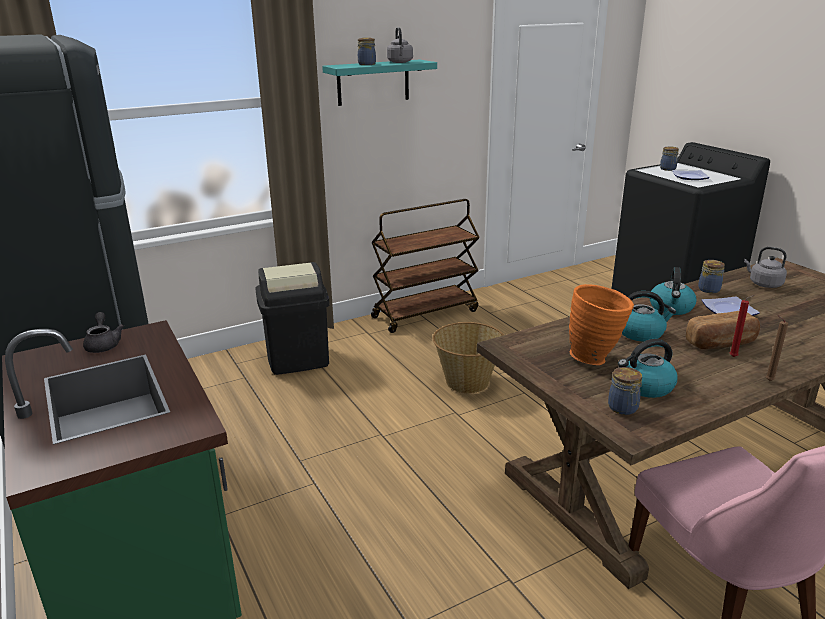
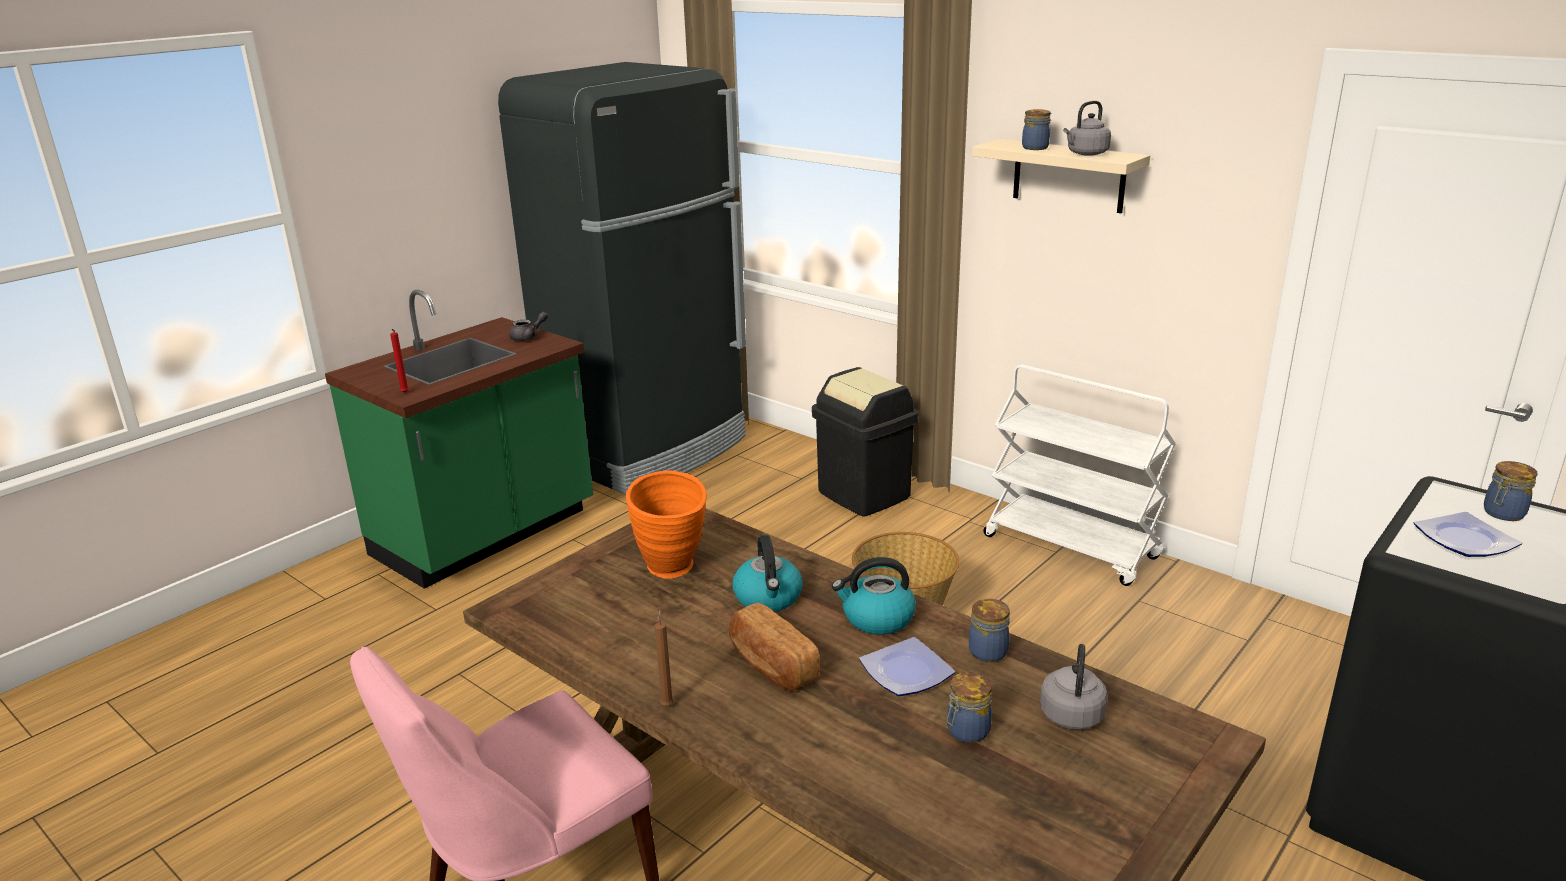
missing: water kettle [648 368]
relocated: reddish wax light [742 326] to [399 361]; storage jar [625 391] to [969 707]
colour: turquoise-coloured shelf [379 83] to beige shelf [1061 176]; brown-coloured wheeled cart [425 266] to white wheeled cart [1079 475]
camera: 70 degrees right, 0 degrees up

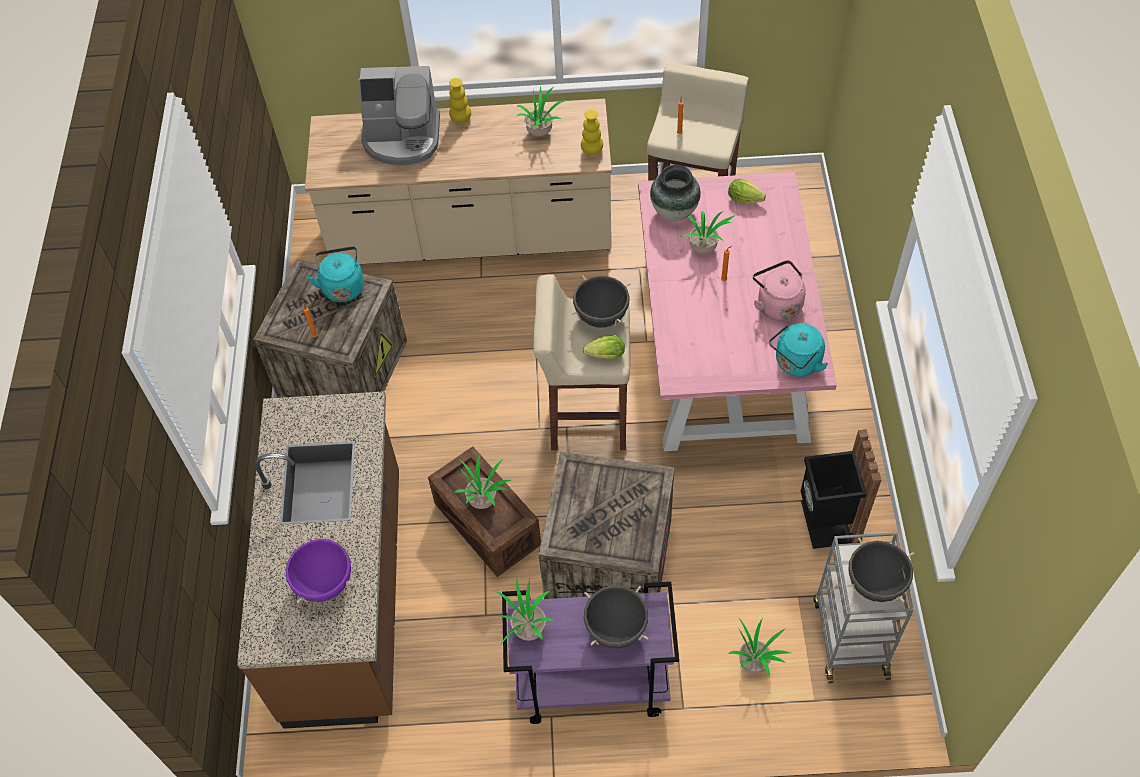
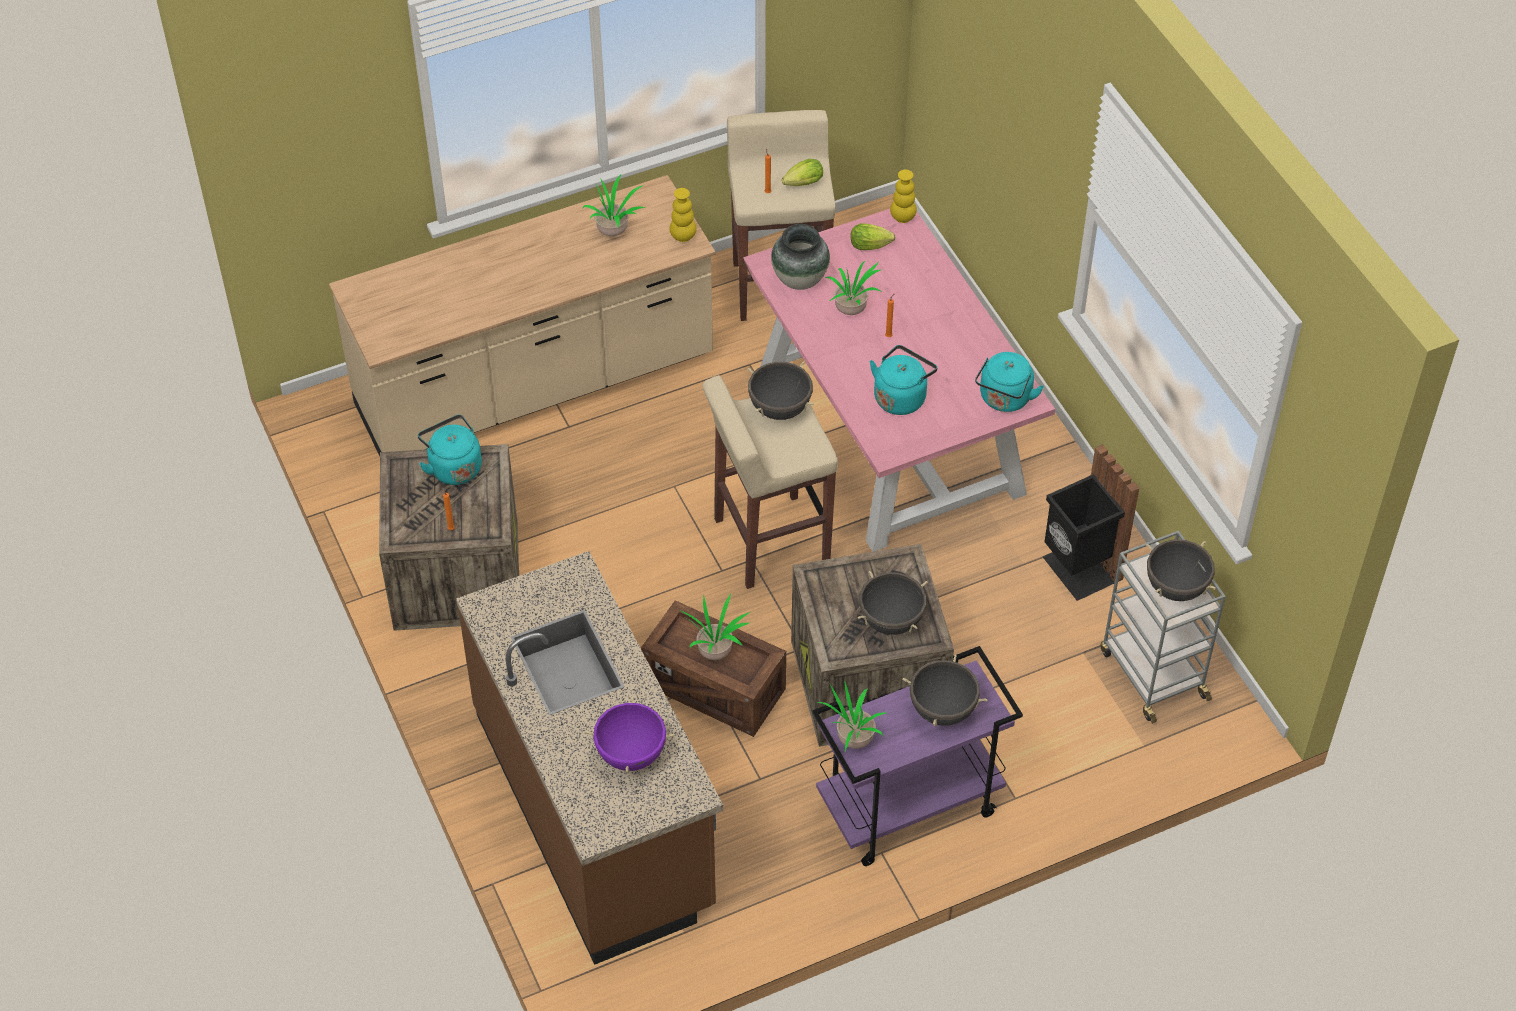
missing: coffee machine [399 116]; pink-coloured water kettle [779 290]; houseplant [760 647]
appeared: turquoise-coloured water kettle [903 380]; black cooking pot [893 603]
relocated: yellowish flower vase [460 101] to [903 196]; lettuce [604 347] to [802 172]
camera: 25 degrees left, 5 degrees down

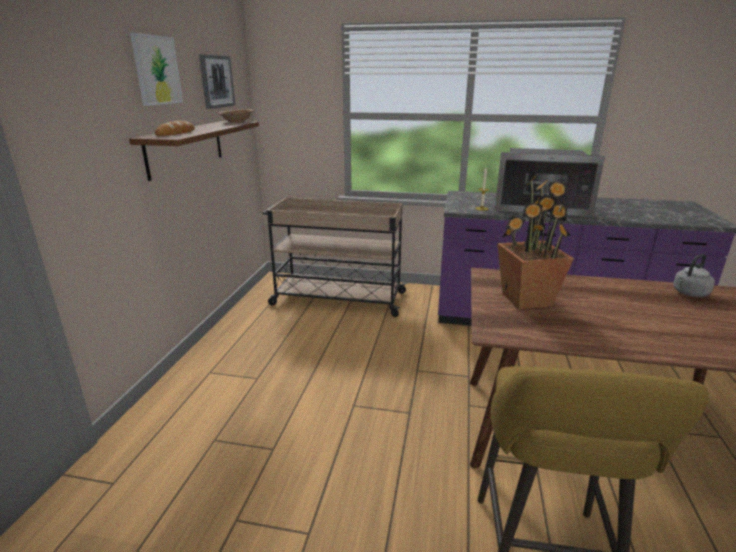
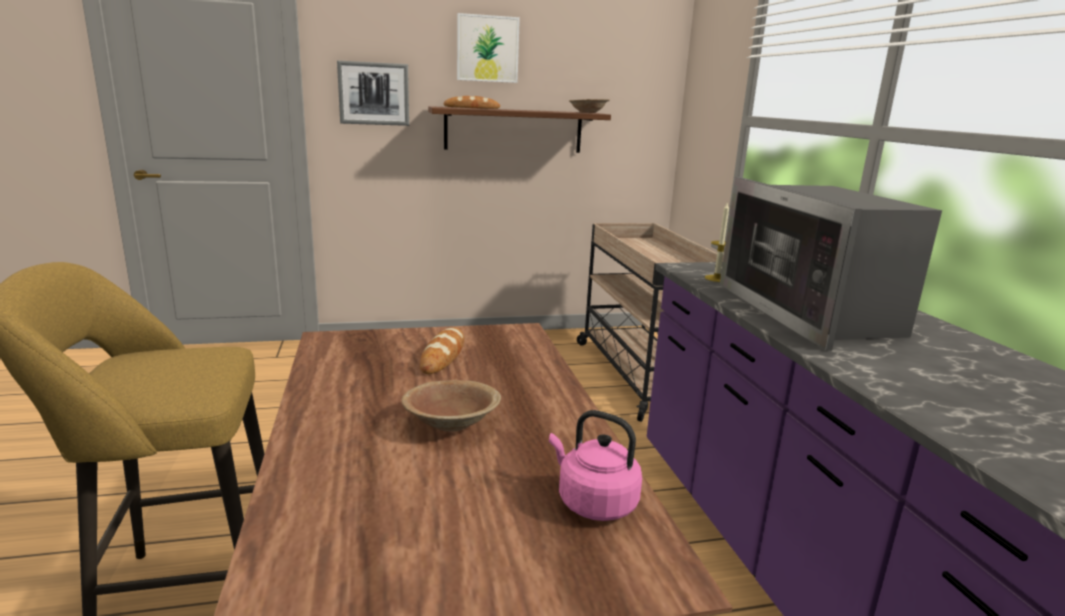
appeared: brown-coloured bowl [451 406]
relocated: wall picture [217 81] to [373 93]
exchanged: houseplant [535 242] to baked bread [442 350]
colour: gray water kettle [694 275] to pink-coloured water kettle [595 465]
camera: 65 degrees right, 5 degrees down

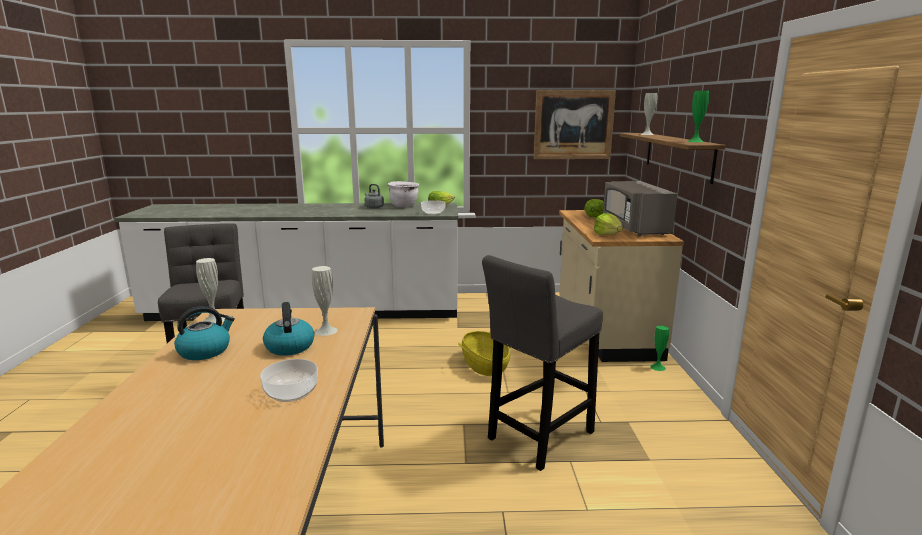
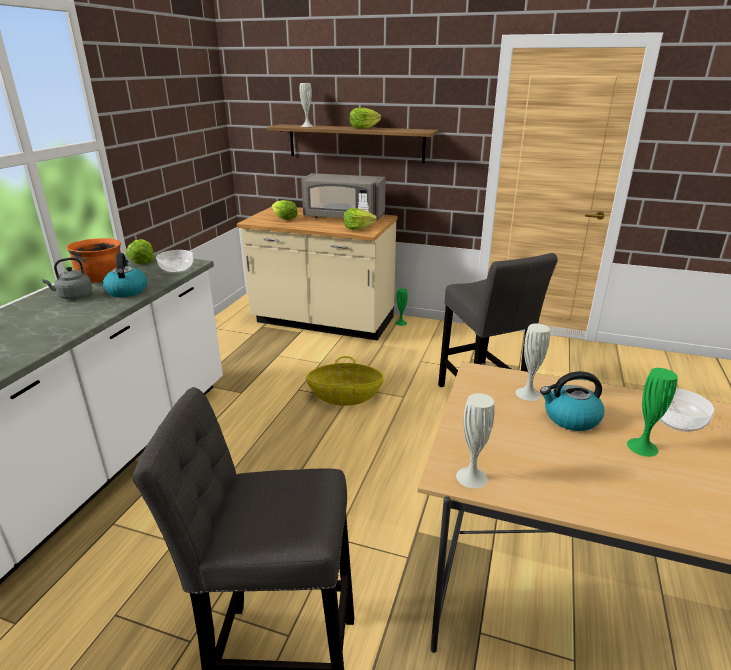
missing: wall picture [575 124]
appeared: lettuce [365 118]
relocated: green flower vase [698 116] to [652 412]; water kettle [204 333] to [125 275]
colour: white cooking pot [403 194] to orangey cooking pot [93 260]
camera: 70 degrees left, 10 degrees up

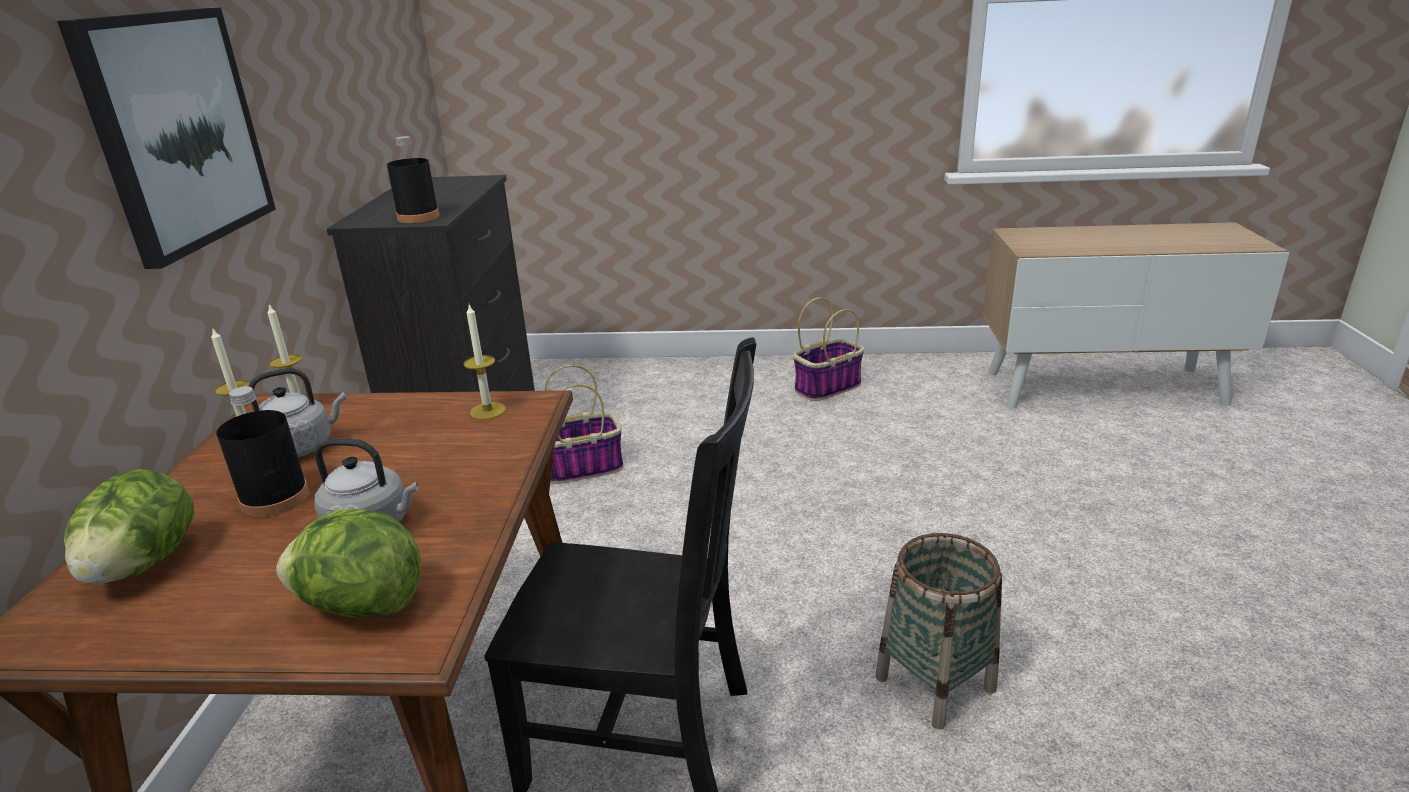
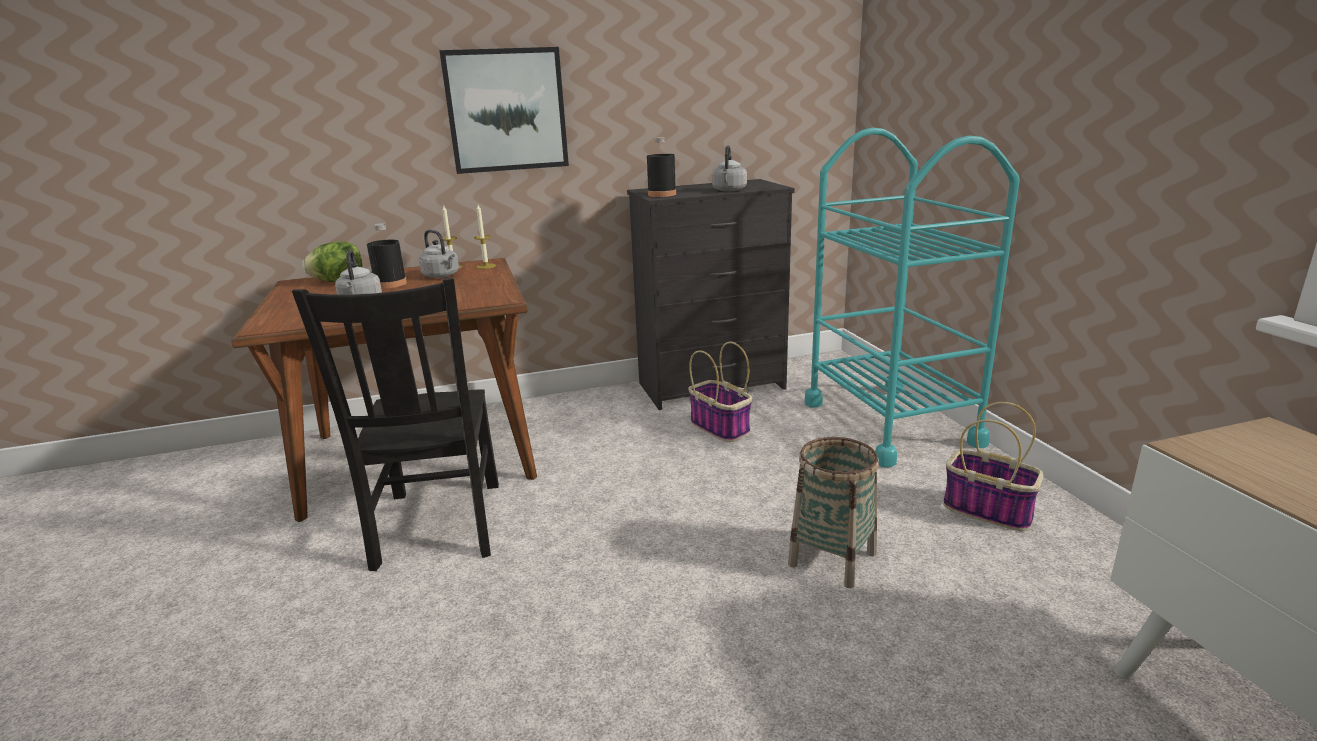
missing: wax light [485 362]; lettuce [348 563]
appeared: turquoise-coloured wheeled cart [912 297]; gray water kettle [729 168]
relocated: storage basket [938 631] to [833 512]
camera: 70 degrees right, 5 degrees down

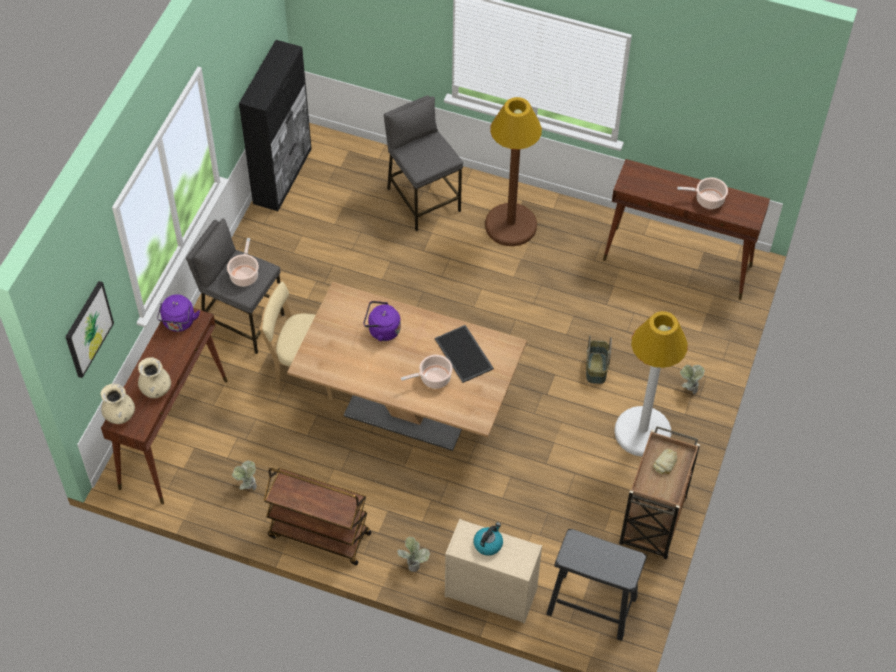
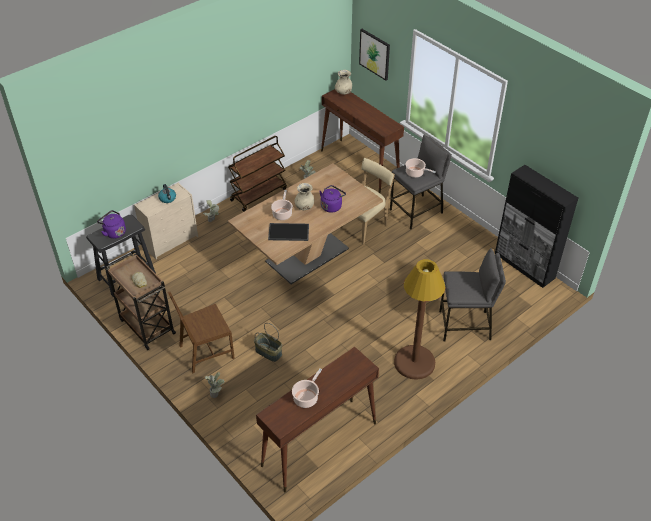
relocated: purple-coloured water kettle [178 313] to [111 224]; beige flower vase [154 377] to [304 196]
exchanged: white standing lamp [651 384] to brown-coloured chair [201 332]
camera: 120 degrees right, 10 degrees down

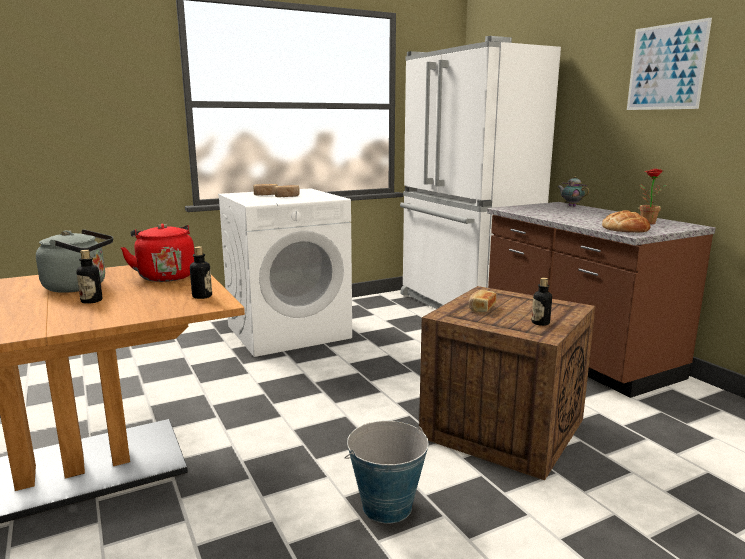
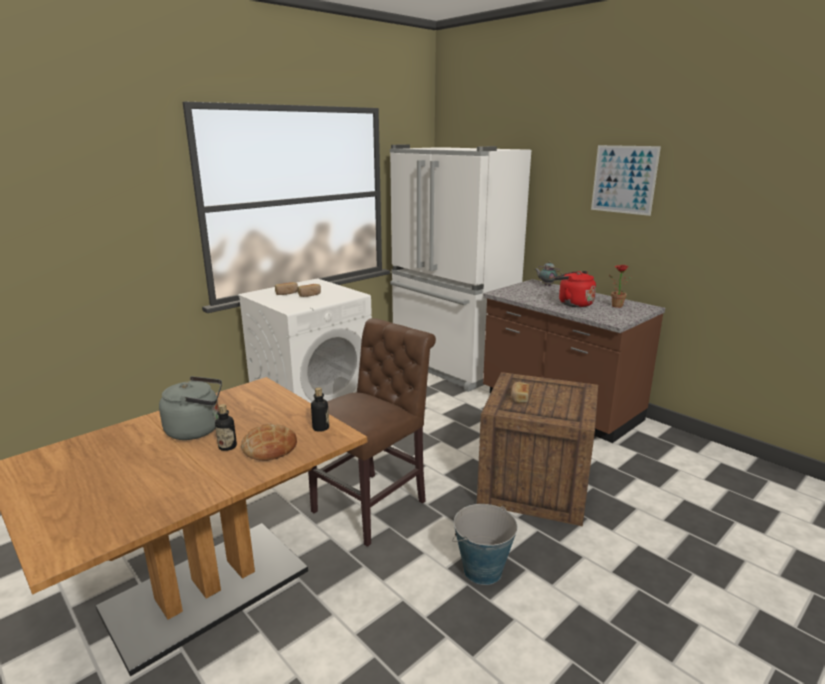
missing: beverage bottle [542 302]
appeared: brown-coloured chair [372 432]
relocated: baked bread [626 221] to [269 442]; reddish water kettle [158 253] to [575 289]
camera: 15 degrees left, 5 degrees up

